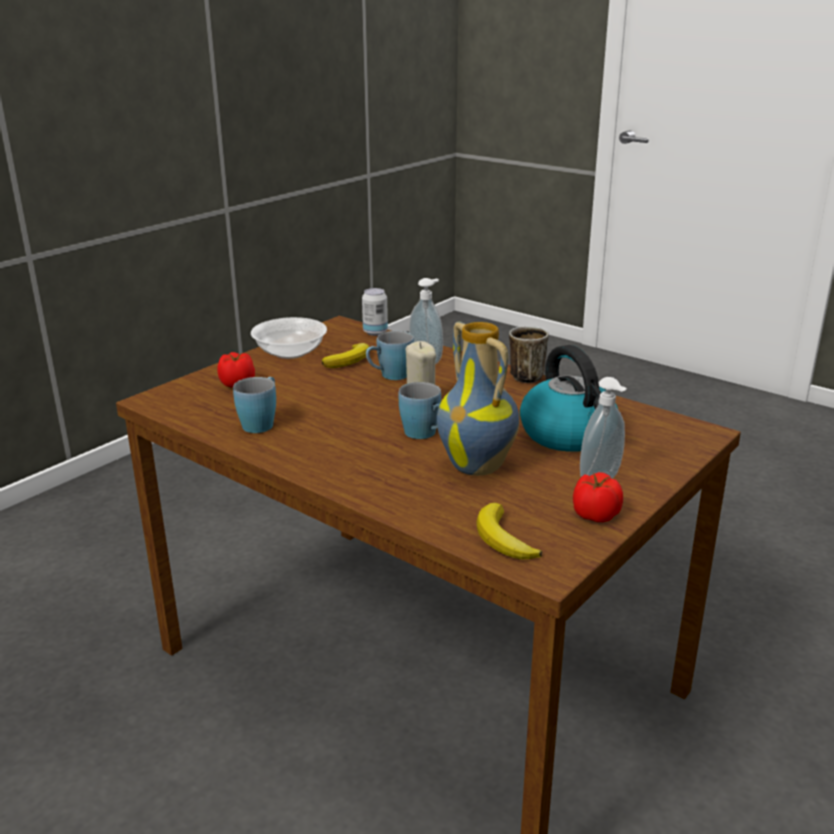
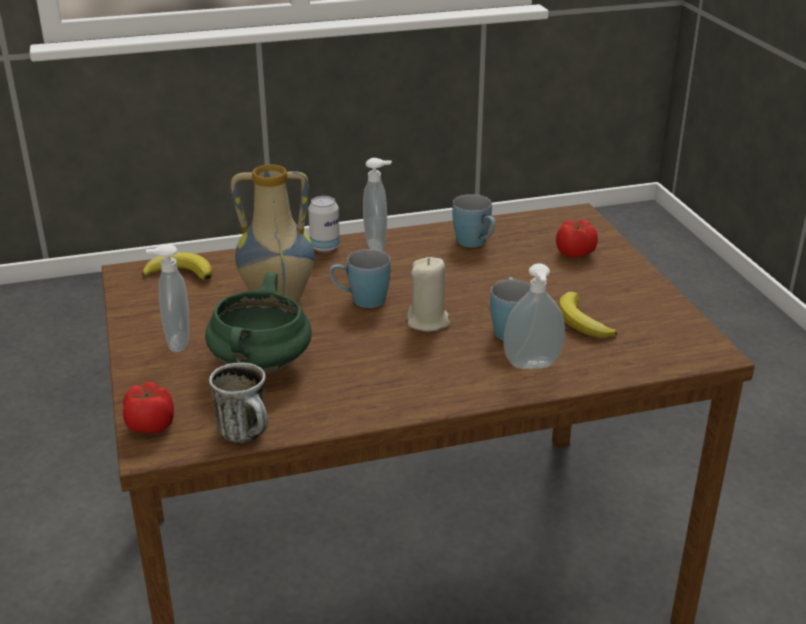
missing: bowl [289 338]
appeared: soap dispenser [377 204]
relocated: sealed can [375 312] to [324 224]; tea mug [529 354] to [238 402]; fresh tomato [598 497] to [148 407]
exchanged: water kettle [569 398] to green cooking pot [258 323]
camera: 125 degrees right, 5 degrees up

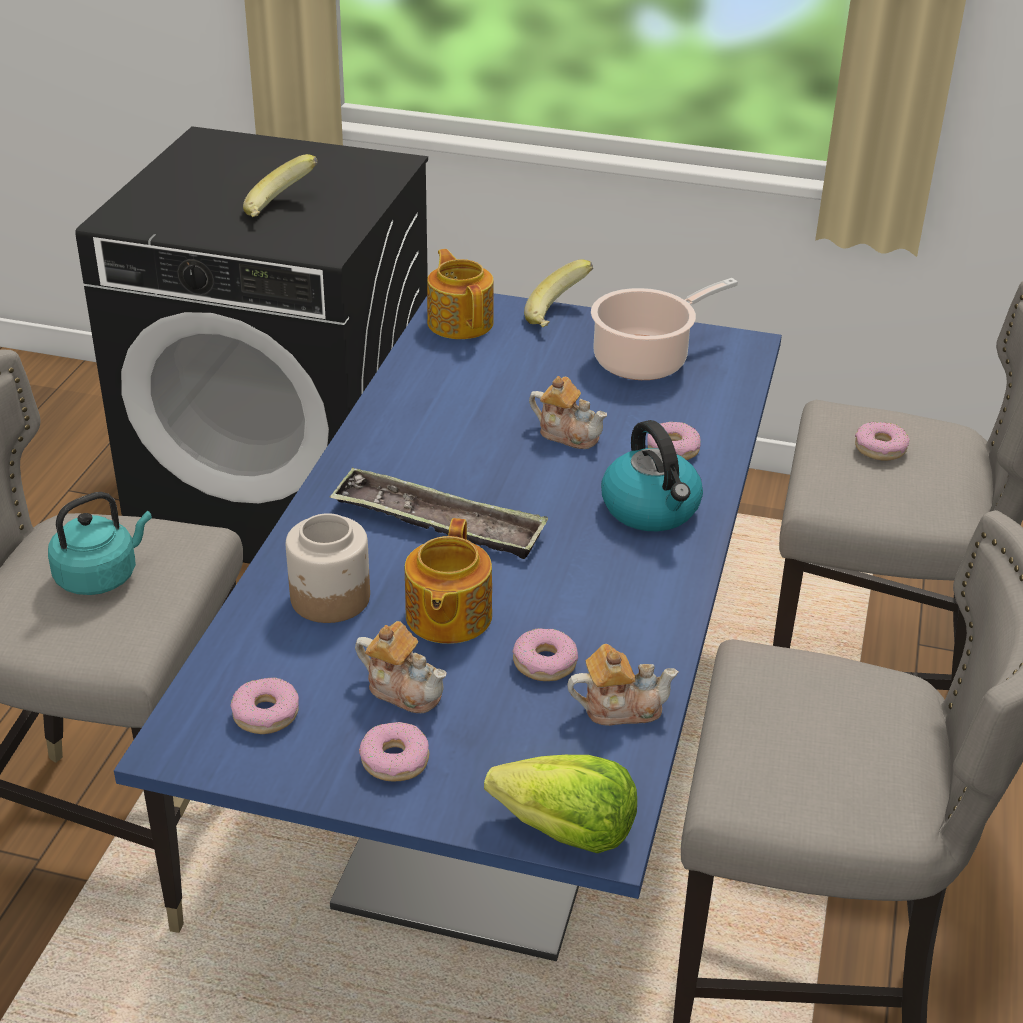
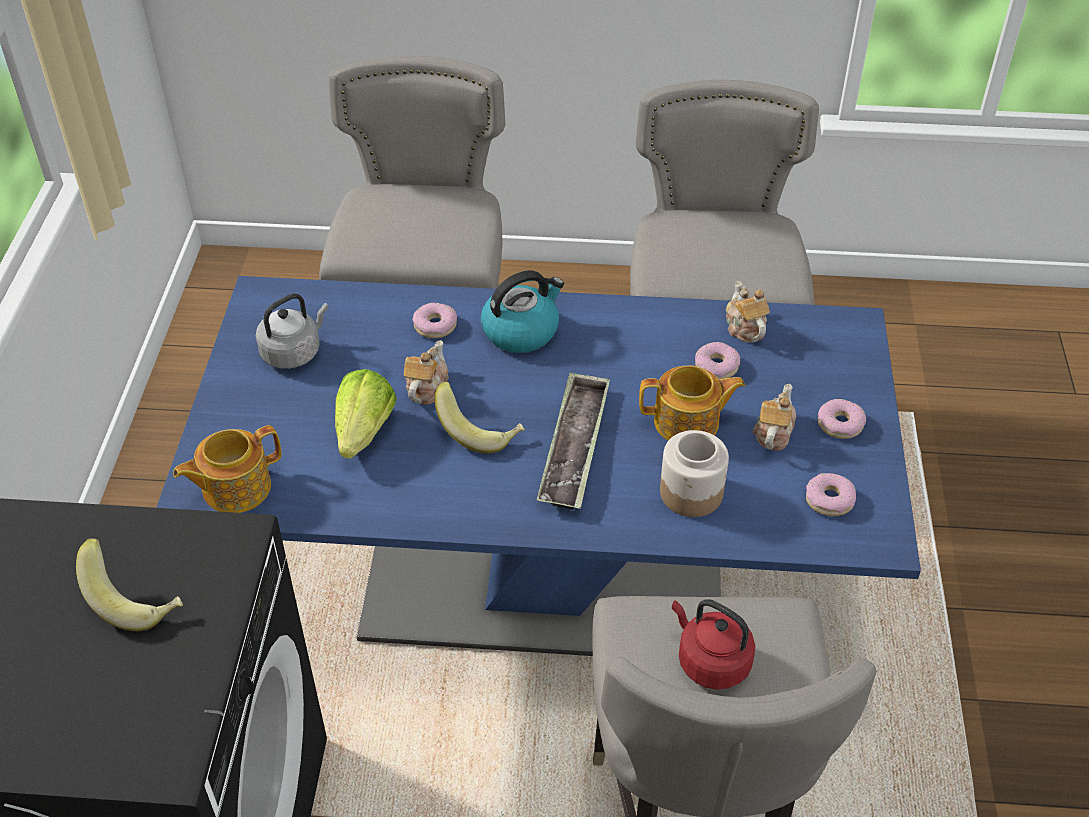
missing: doughnut [882 441]
relocated: banana [558 293] to [479 417]; lettuce [560 804] to [366 414]
exchanged: cooking pot [664 329] to gray water kettle [292 331]
colour: turquoise-coloured water kettle [100 543] to reddish water kettle [713 644]
camera: 100 degrees left, 10 degrees up

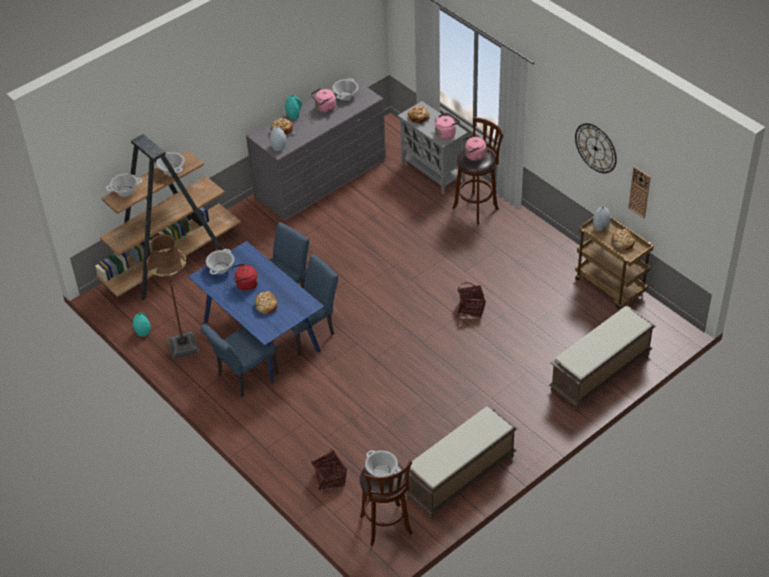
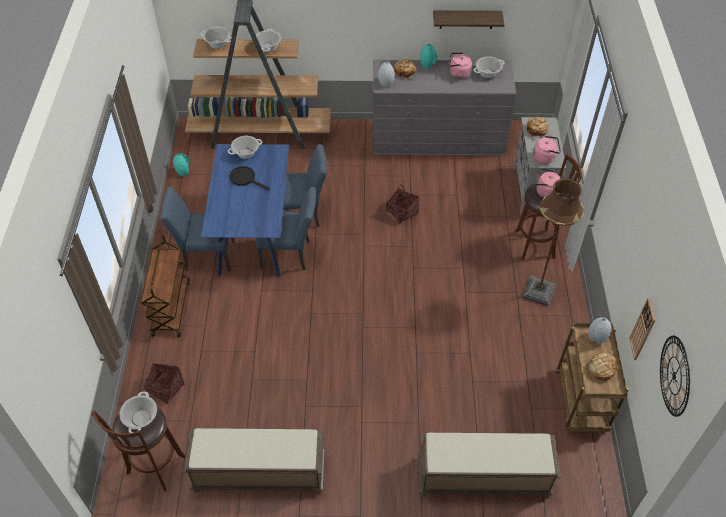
missing: baked bread [266 302]
appeared: shelf [468 19]; brown-coloured wheeled cart [165 286]
relocated: wall clock [596 148] to [675 376]; brown-coloured standing lamp [173 296] to [553 242]; storage basket [471 300] to [402 204]
exchanged: reddish water kettle [245 277] to black frying pan [250 178]
camera: 40 degrees right, 5 degrees up

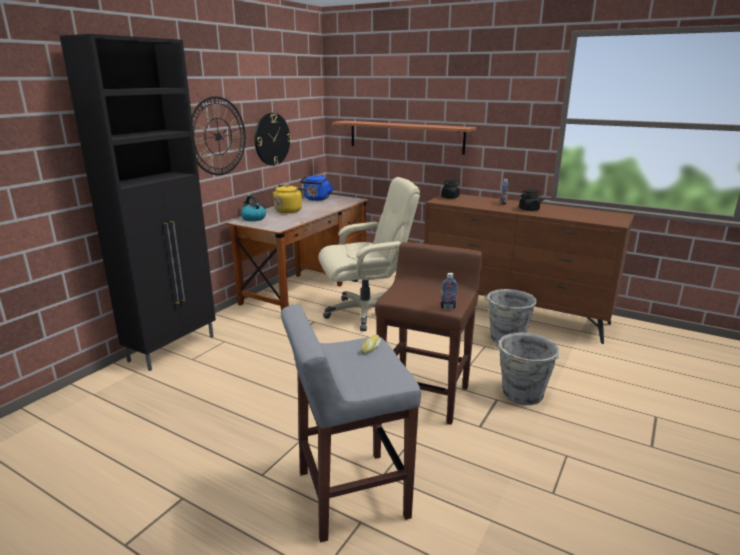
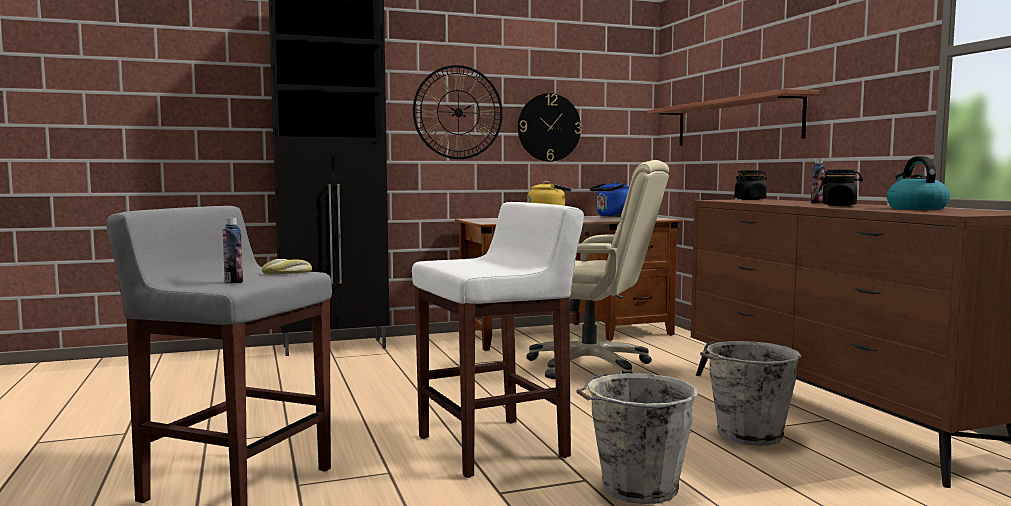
relocated: water kettle [253 208] to [918 183]; beverage bottle [449 291] to [233 250]
colour: brown-coloured stool seat [429 333] to white stool seat [498 340]
camera: 40 degrees right, 15 degrees down

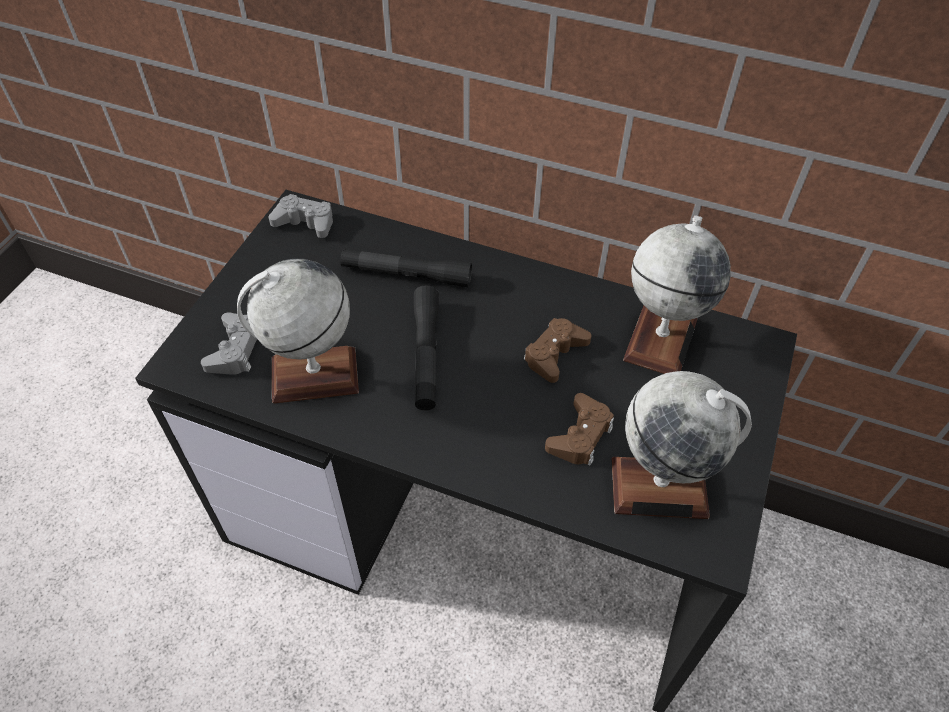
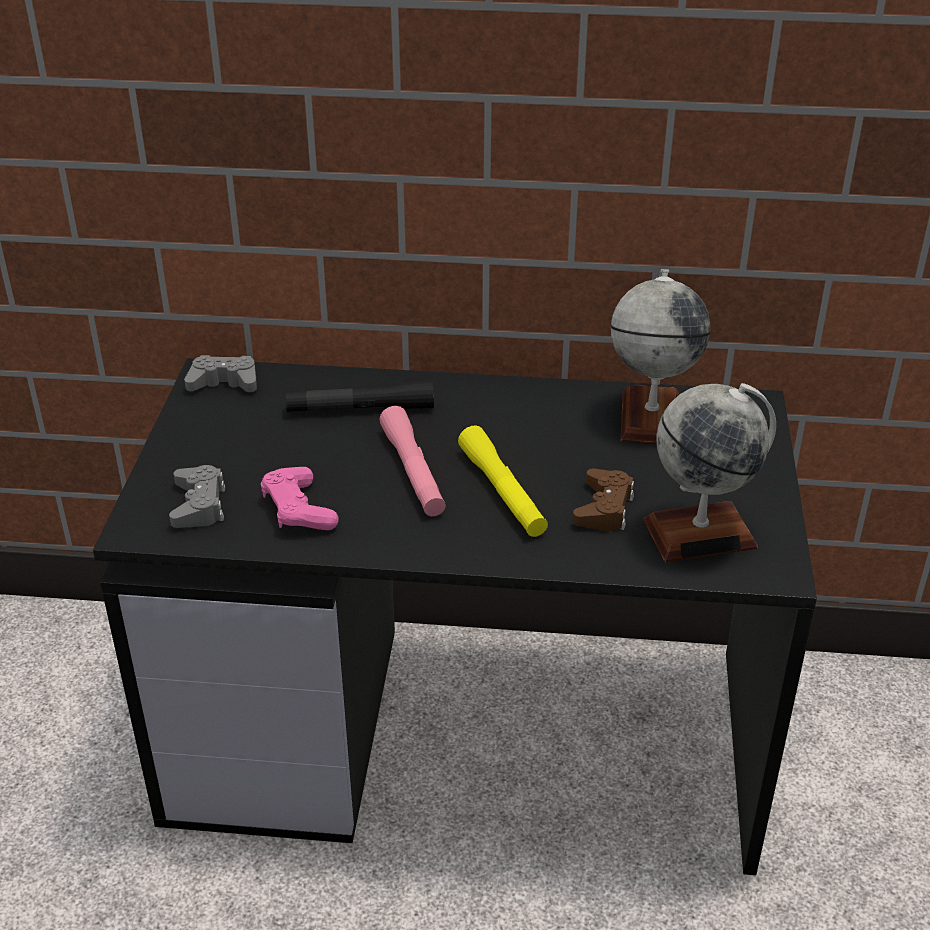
missing: brown-coloured joypad [557 350]
appeared: yellowish hand torch [503 481]
exchanged: world globe [298 331] to pink-coloured joypad [300 498]
colour: black hand torch [426 347] to pink-coloured hand torch [412 461]
camera: 15 degrees left, 15 degrees down

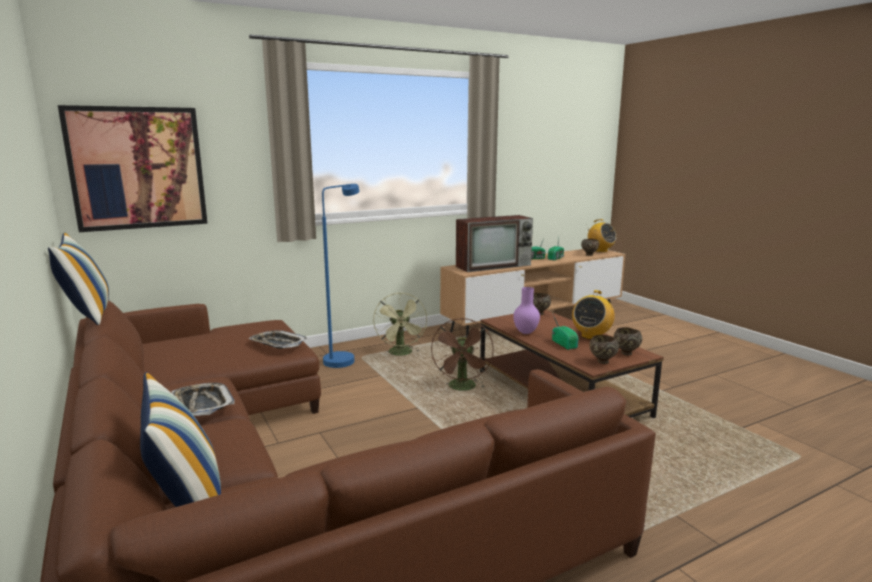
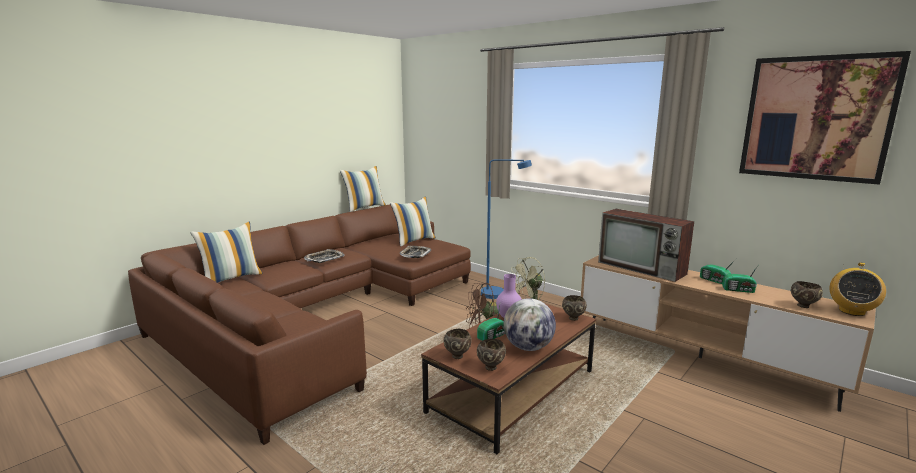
appeared: throw pillow [413 221]
relocated: wall picture [133 168] to [825 118]
exchanged: radio receiver [593 315] to world globe [530 324]
camera: 70 degrees right, 0 degrees up

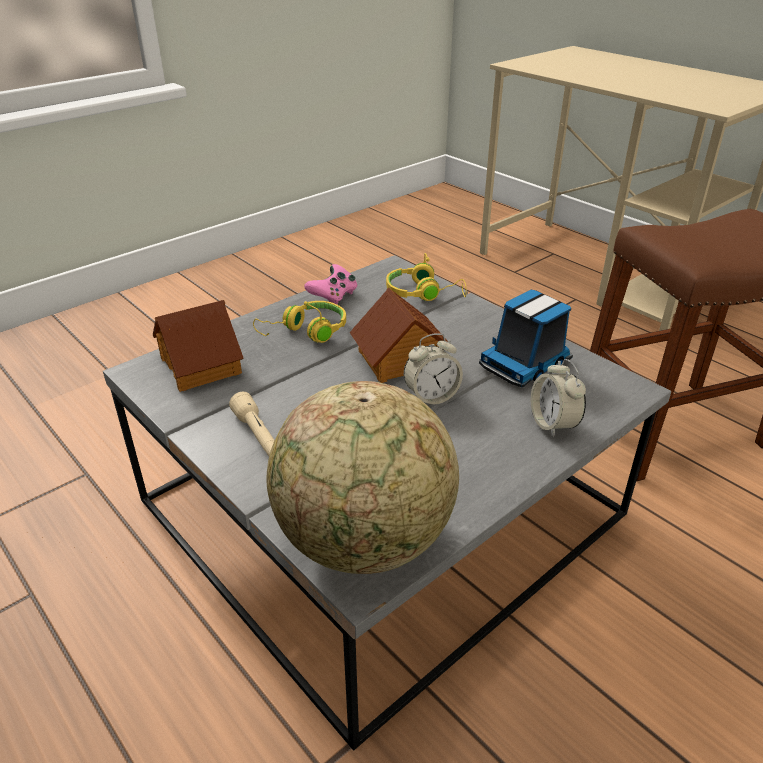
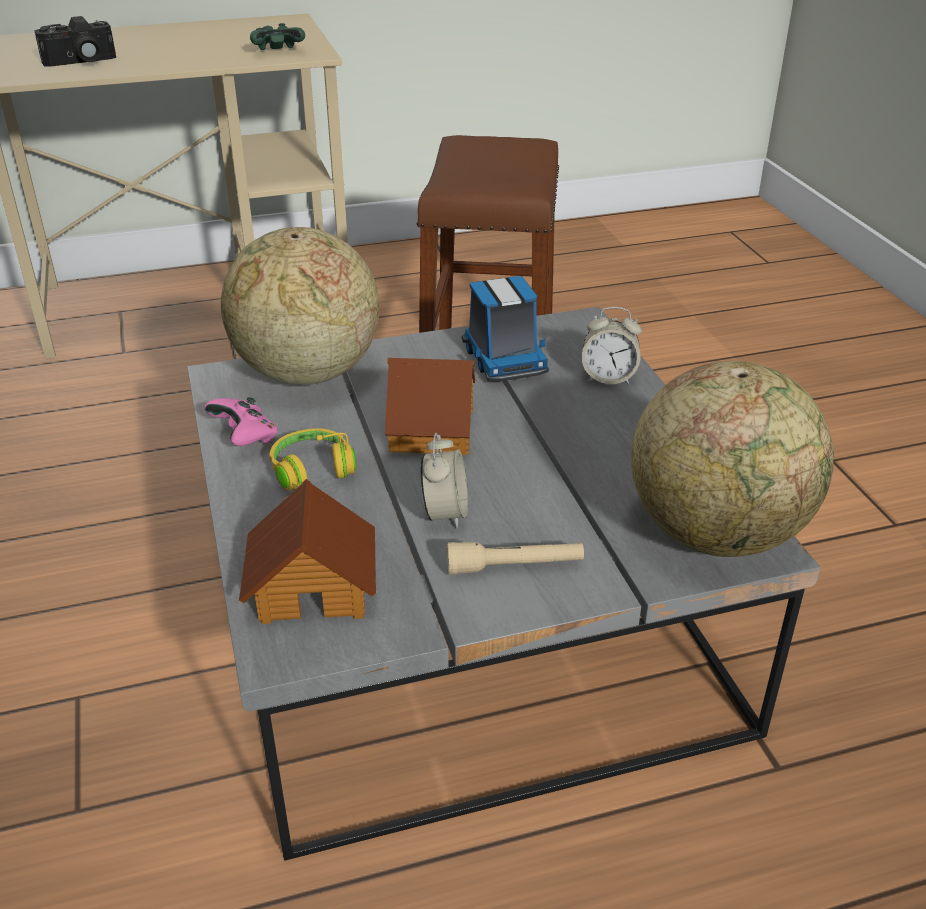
appeared: still camera [75 41]; green joypad [277 36]
relocated: alarm clock [433 369] to [444 481]
exchanged: yellowish pair of headphones [426 277] to world globe [300 306]
camera: 65 degrees left, 0 degrees up

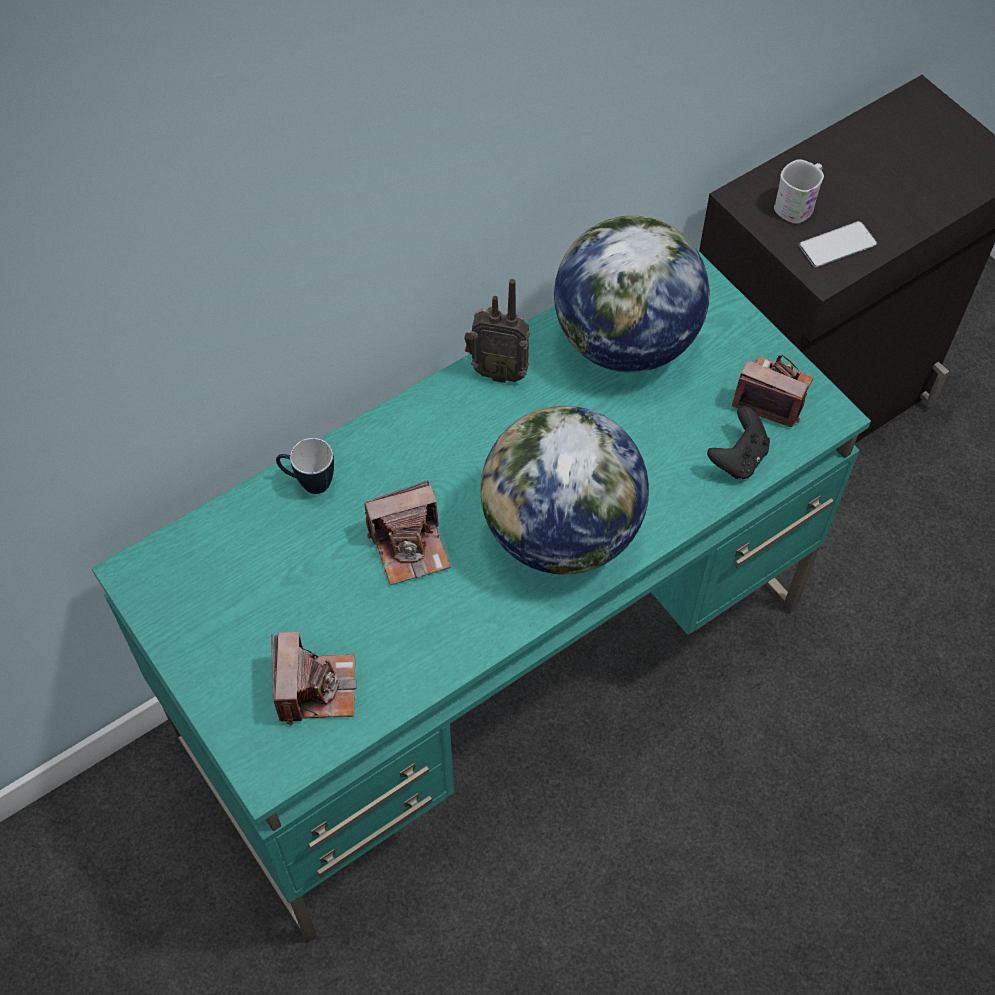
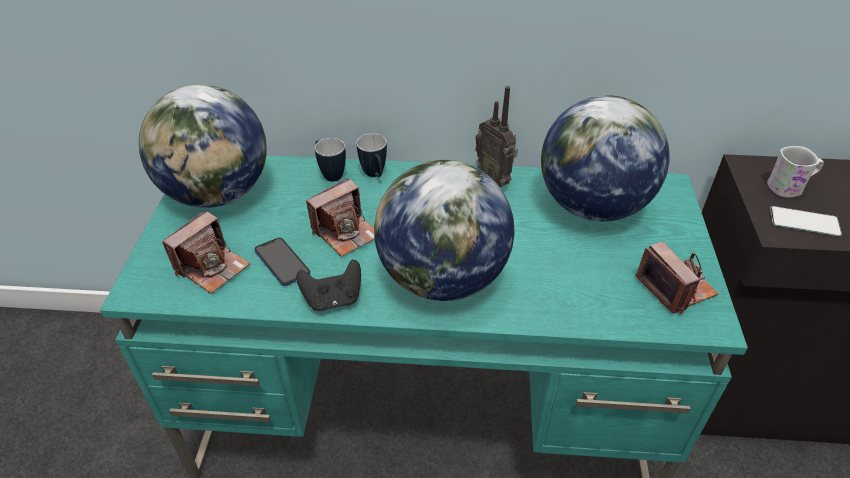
appeared: world globe [203 146]; tea mug [372 155]; handset [282 262]
relocated: black joypad [738 442] to [328 285]
spun: still camera [407 533] = [340 217] 60 degrees counterclockwise
camera: 40 degrees right, 15 degrees down

